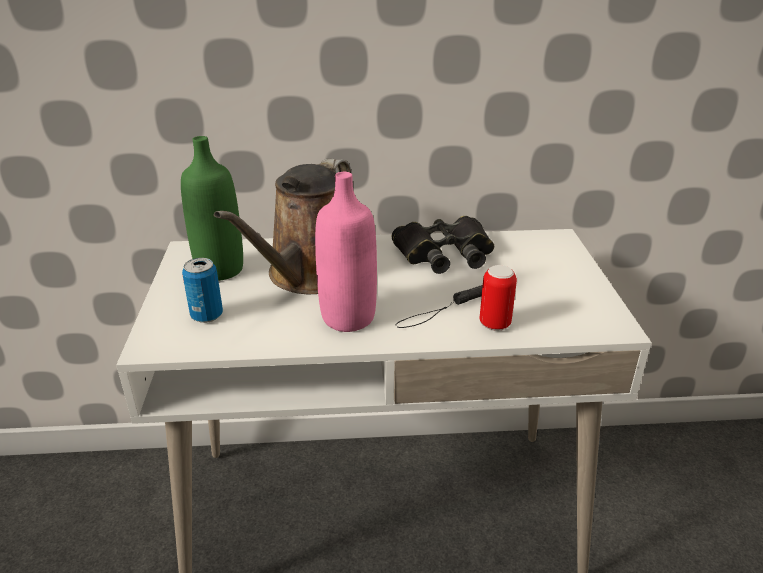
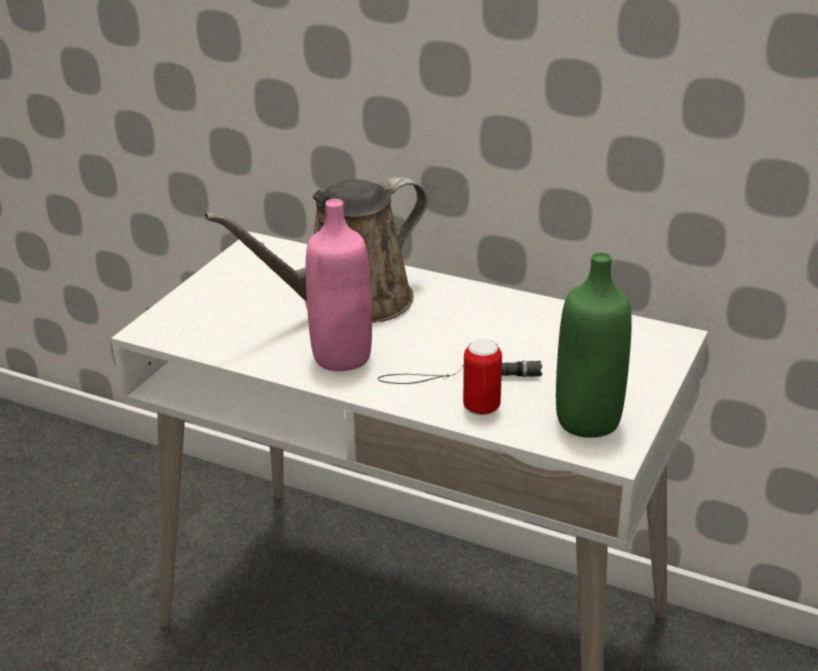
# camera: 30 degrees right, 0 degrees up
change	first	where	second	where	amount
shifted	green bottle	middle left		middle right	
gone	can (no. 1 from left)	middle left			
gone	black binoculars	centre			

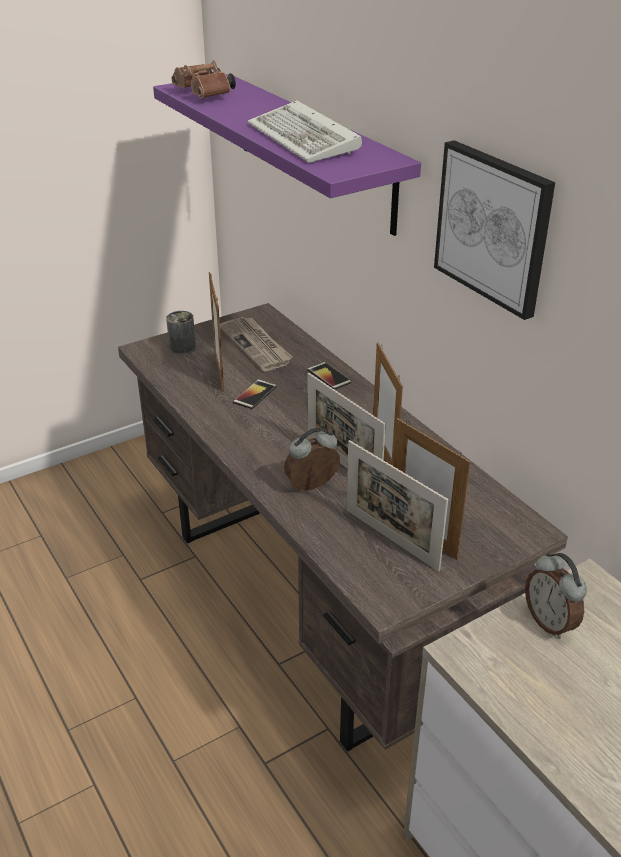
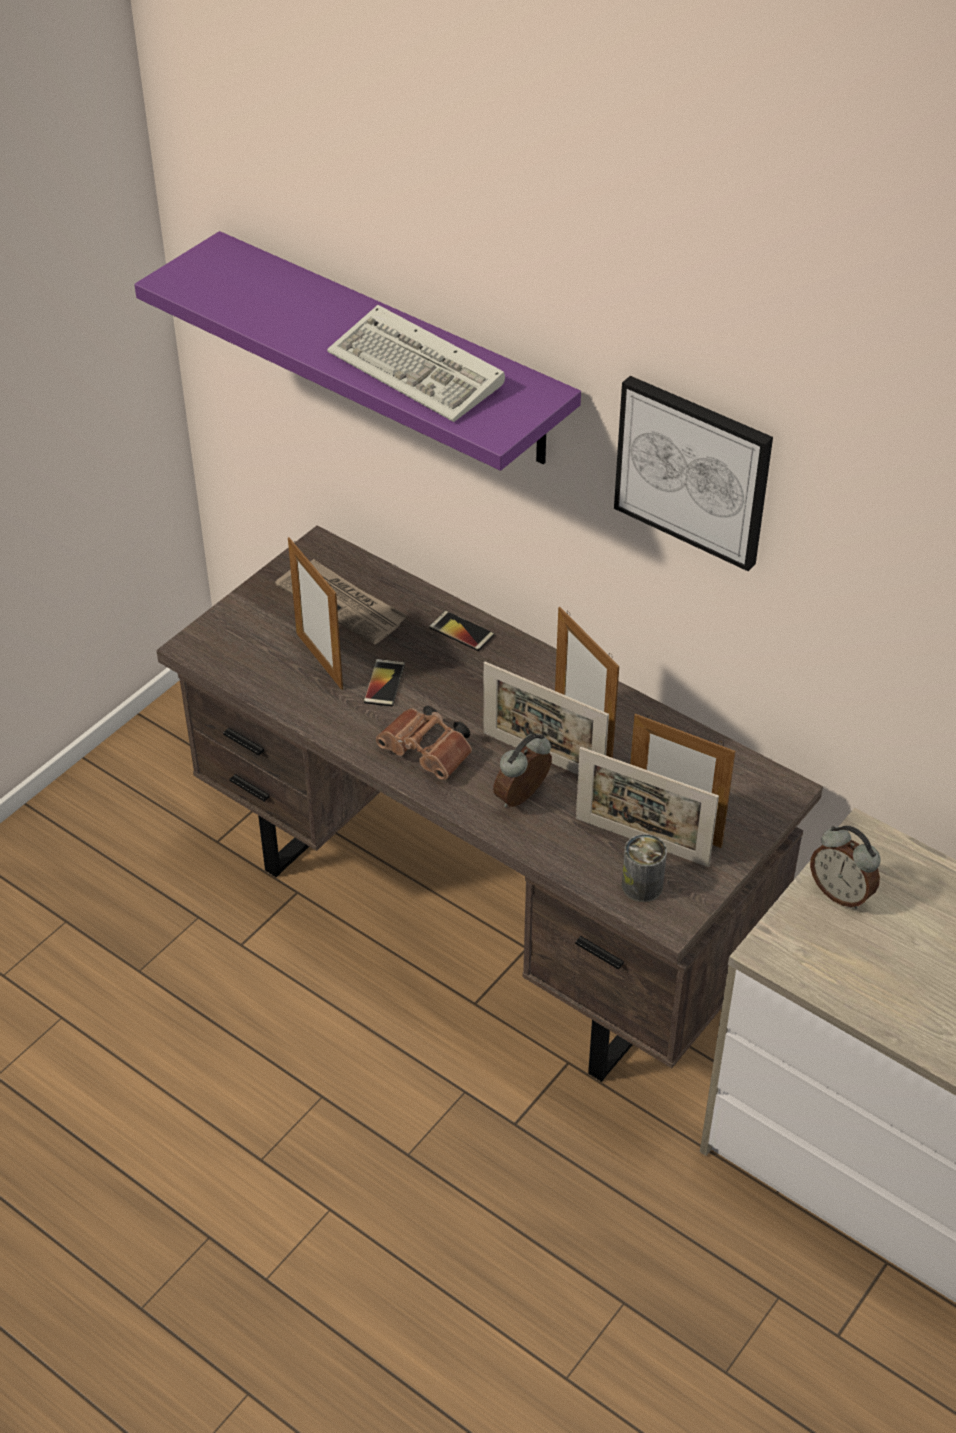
# camera: 20 degrees left, 10 degrees up
change	first	where	second	where	amount
shifted	can	middle left		middle right	
shifted	brown binoculars	top left		centre	

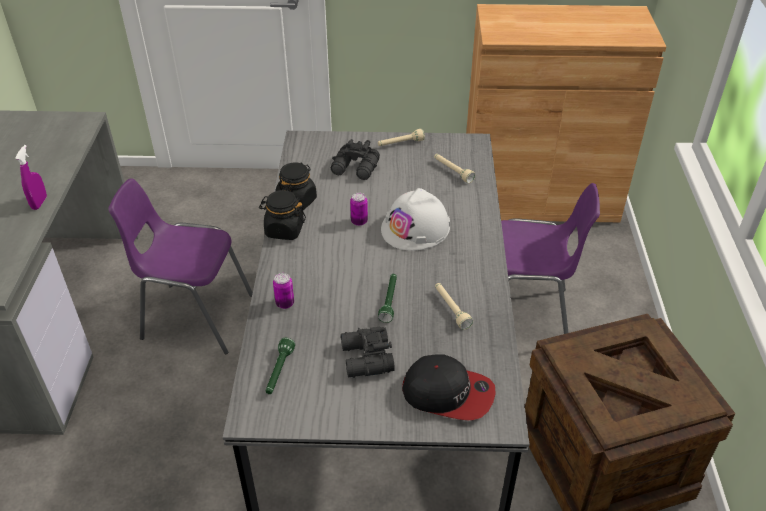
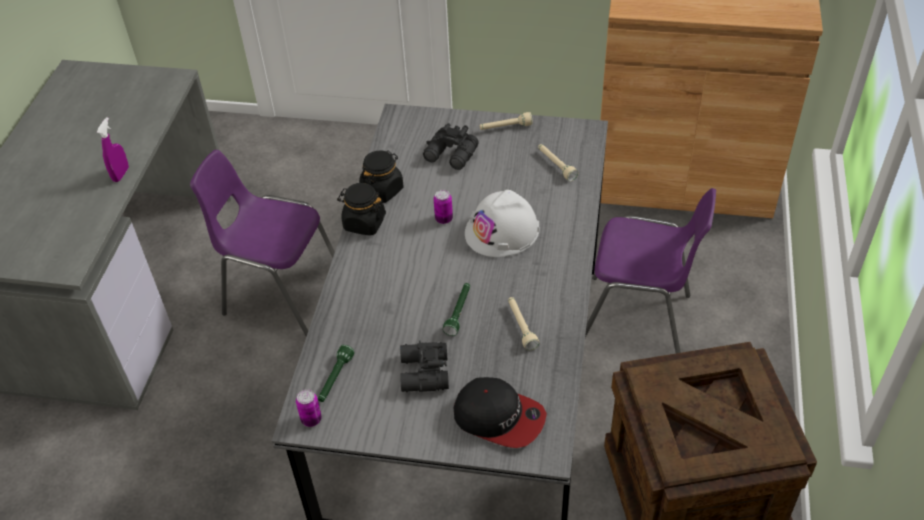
# camera: 10 degrees right, 5 degrees up
change	first	where	second	where	amount
shifted	can (no. 1 from left)	centre		bottom centre	

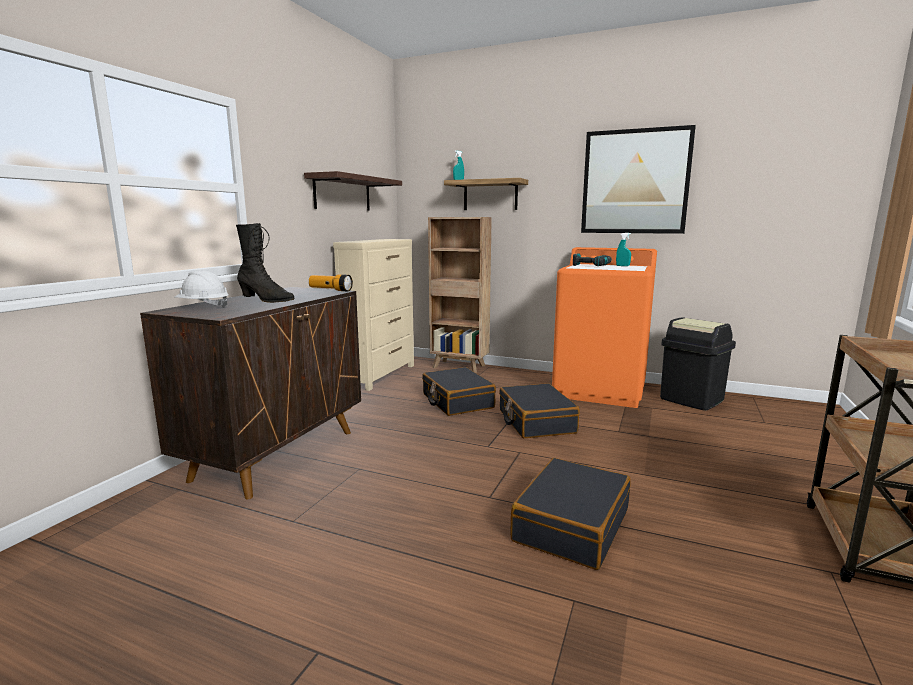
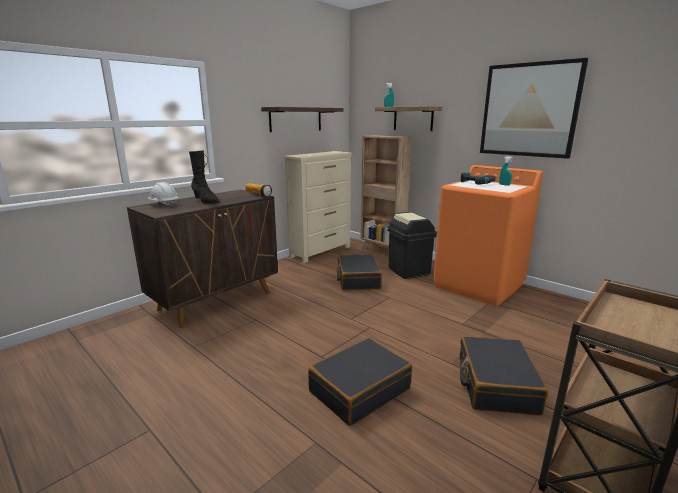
# camera: 20 degrees right, 5 degrees up
change	first	where	second	where	amount
shifted	black suitcase (no. 2 from left in the first image)	centre	black suitcase (no. 3 from left)	bottom right	
shifted	black trash can	middle right		centre	

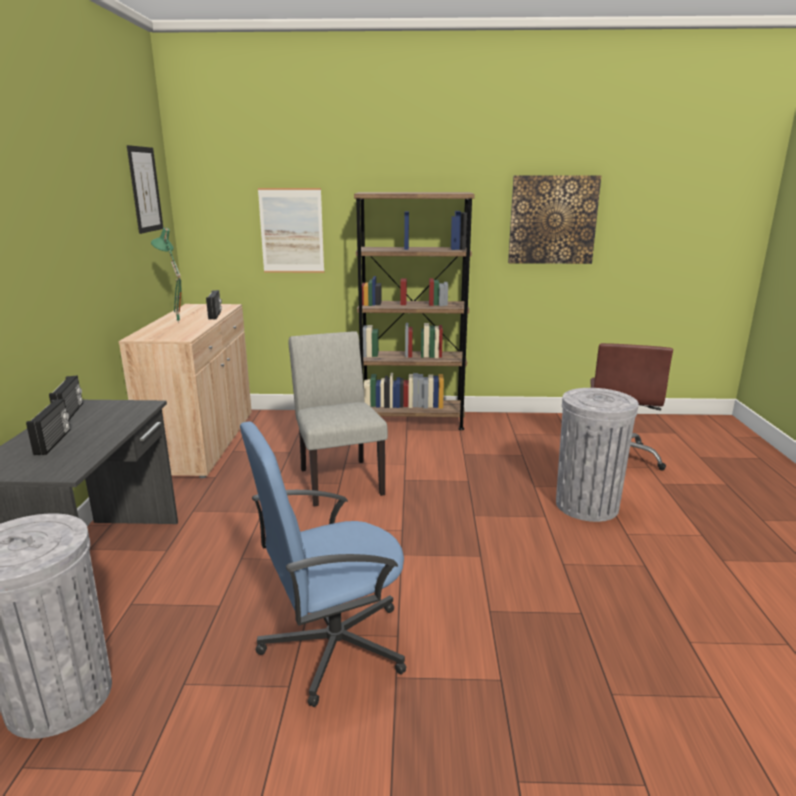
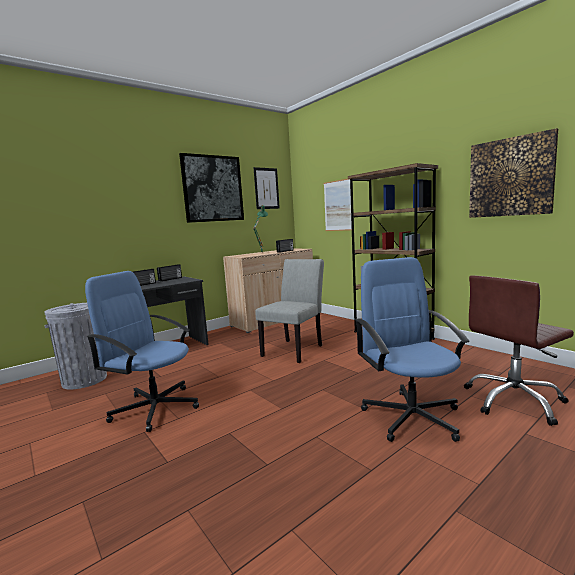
# camera: 50 degrees right, 10 degrees down
change	first	where	second	where	amount
swapped	grey trash can (no. 2 from left)	middle right	blue office chair (no. 2 from left)	middle right	
new			picture (no. 1 from left)	top centre	

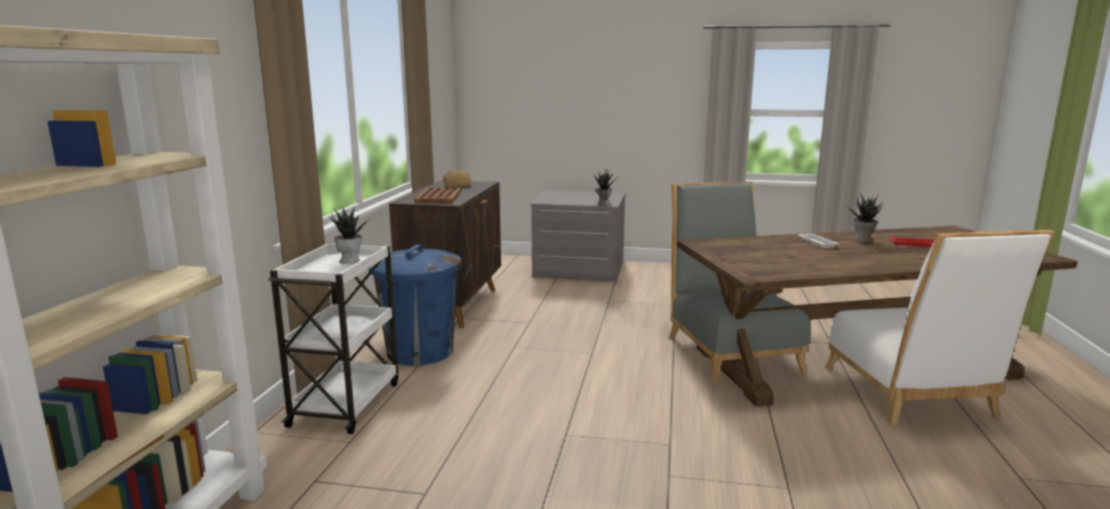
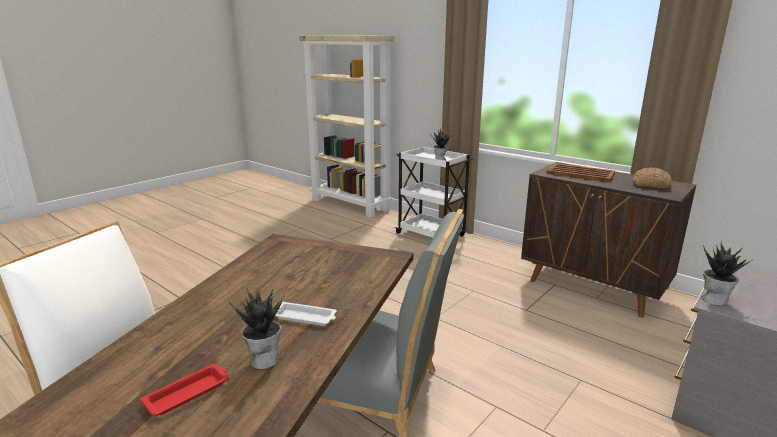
# camera: 120 degrees right, 5 degrees up
change	first	where	second	where	amount
gone	blue trash can	centre			

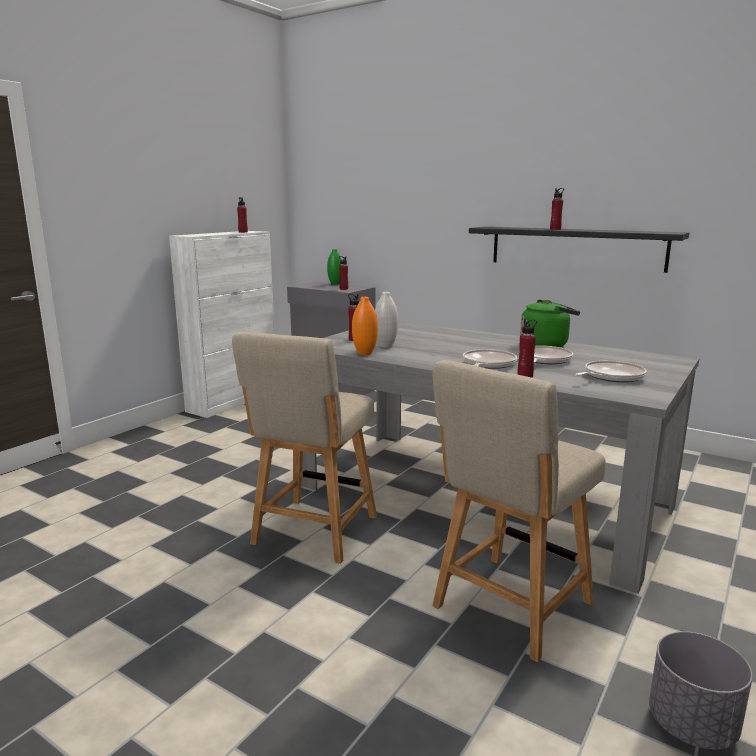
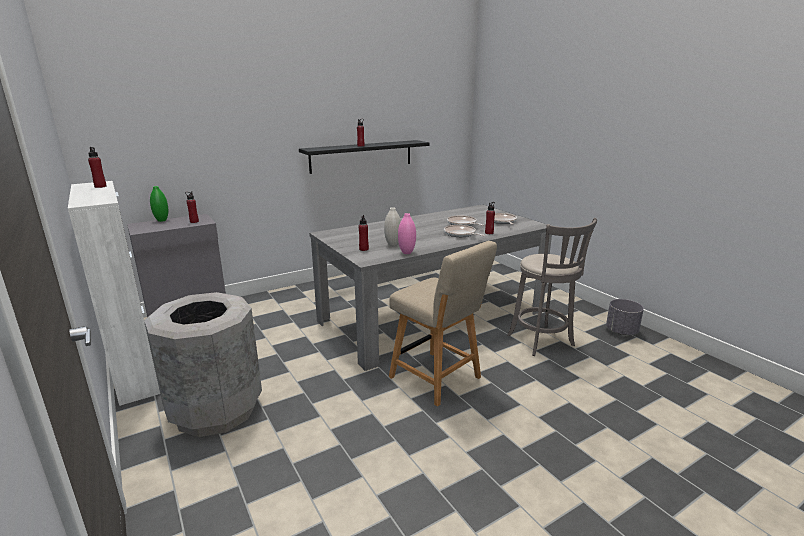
# camera: 65 degrees left, 5 degrees up
change	first	where	second	where	amount
repainted	orange vase	centre	pink vase	centre	
swapped	beige chair (no. 2 from left)	bottom right	grey stool	middle right	
gone	green kettle	middle right			
new			grey trash can	bottom left	

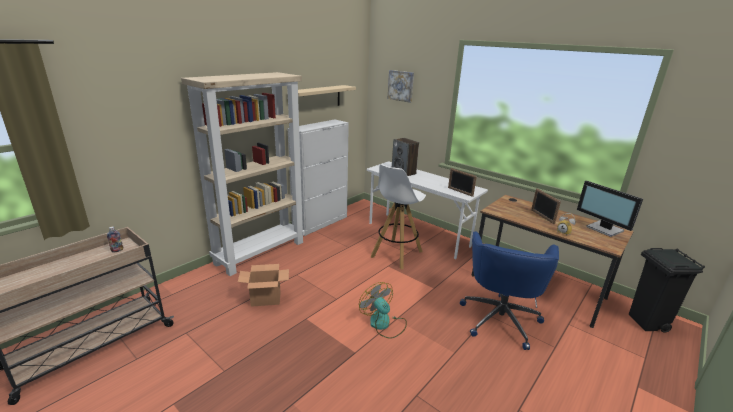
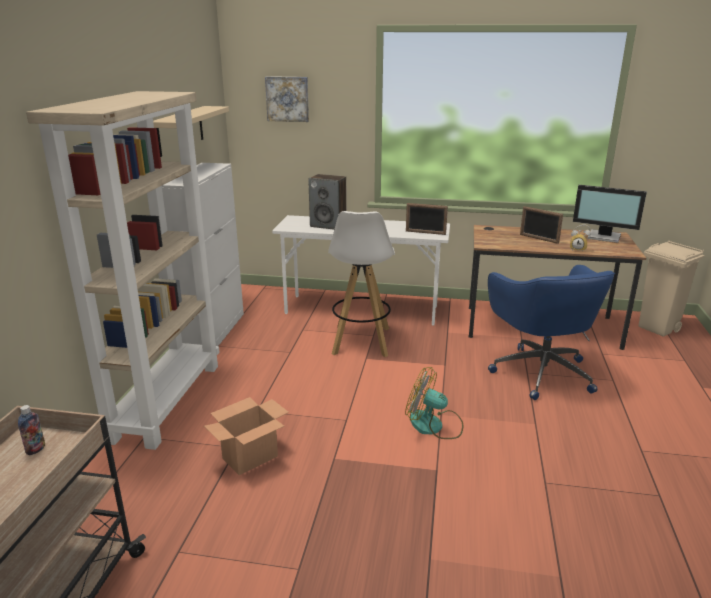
# camera: 30 degrees left, 0 degrees up
change	first	where	second	where	amount
repainted	black trash can	bottom right	beige trash can	middle right	

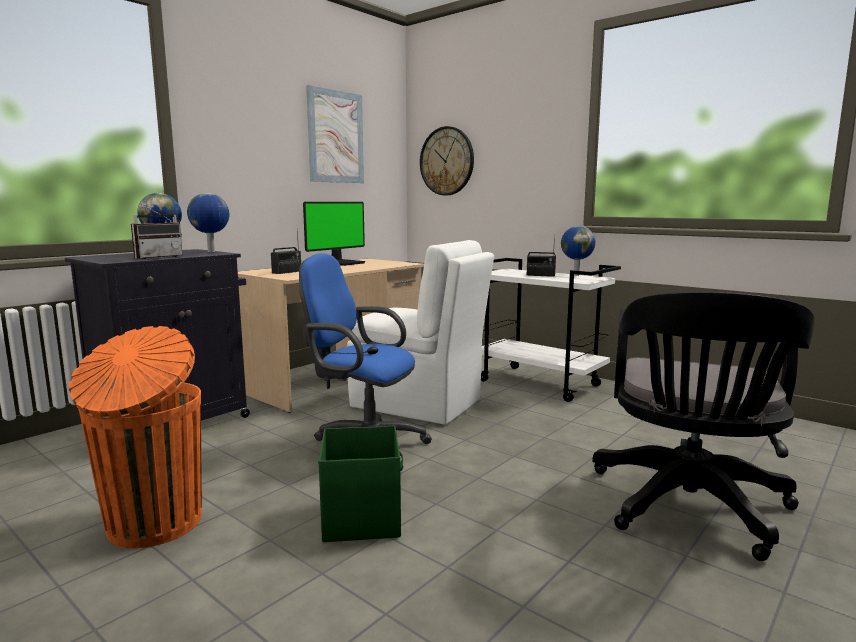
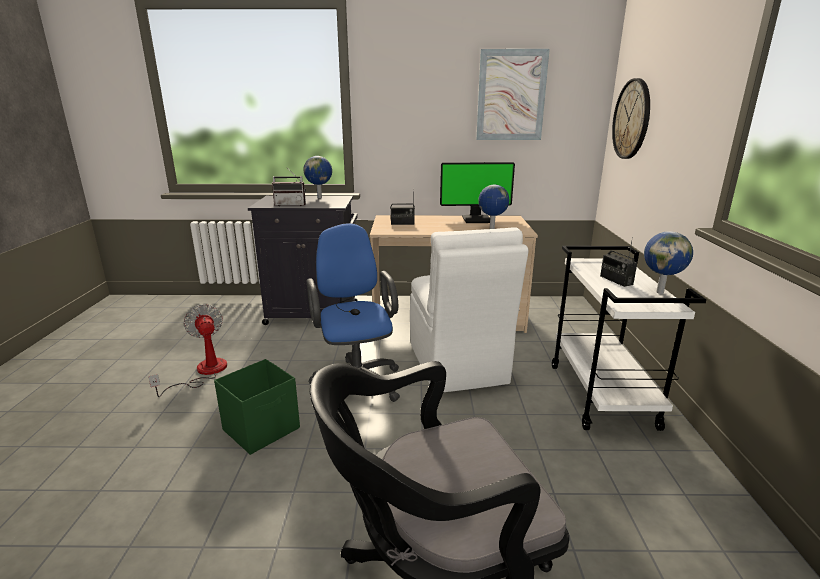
# camera: 50 degrees right, 10 degrees up
change	first	where	second	where	amount
swapped	orange trash can	bottom left	fan	middle left	
shifted	globe (no. 2 from left)	middle left		centre	

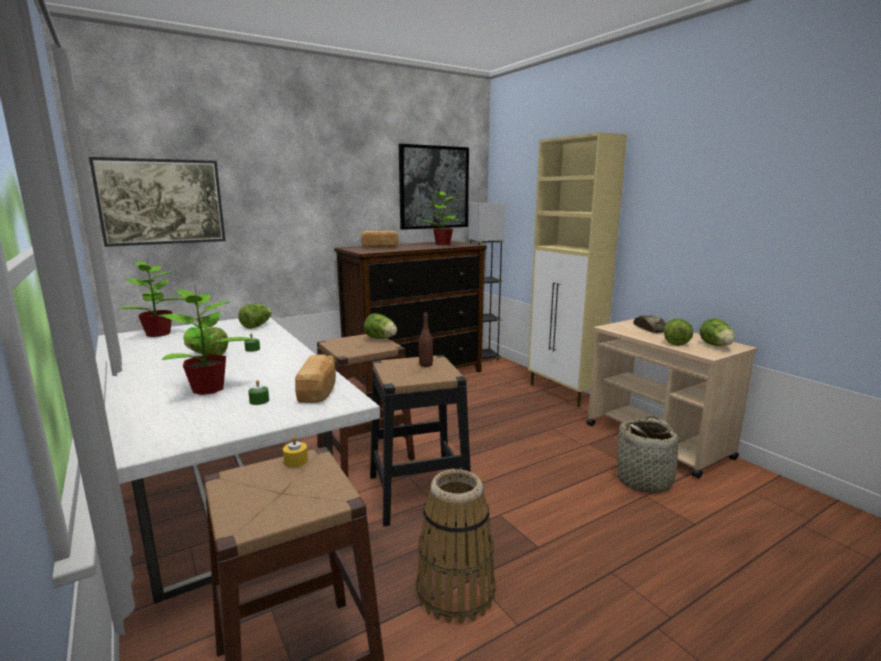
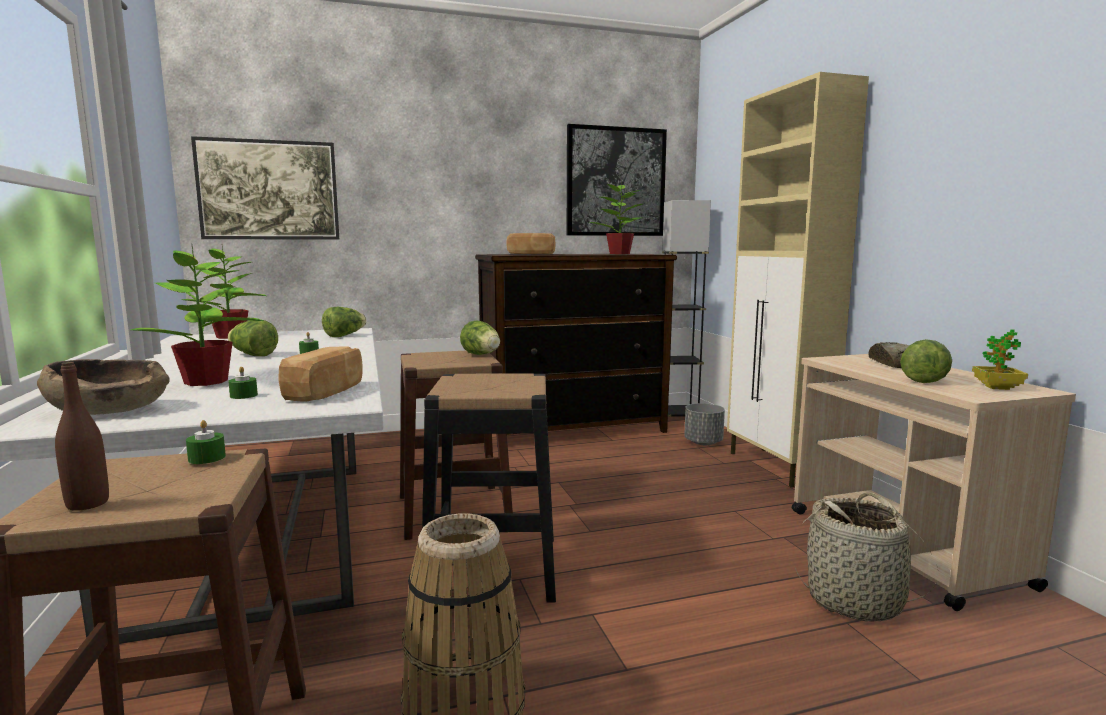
# camera: 15 degrees right, 5 degrees down
change	first	where	second	where	amount
repainted	yellow candle	bottom centre	green candle (no. 1 from left)	middle left	
shifted	brown bottle	centre		middle left	
swapped	lettuce (no. 5 from left)	middle right	potted plant (no. 4 from left)	middle right	
new			brown bowl	middle left	
new			grey planter	centre	

